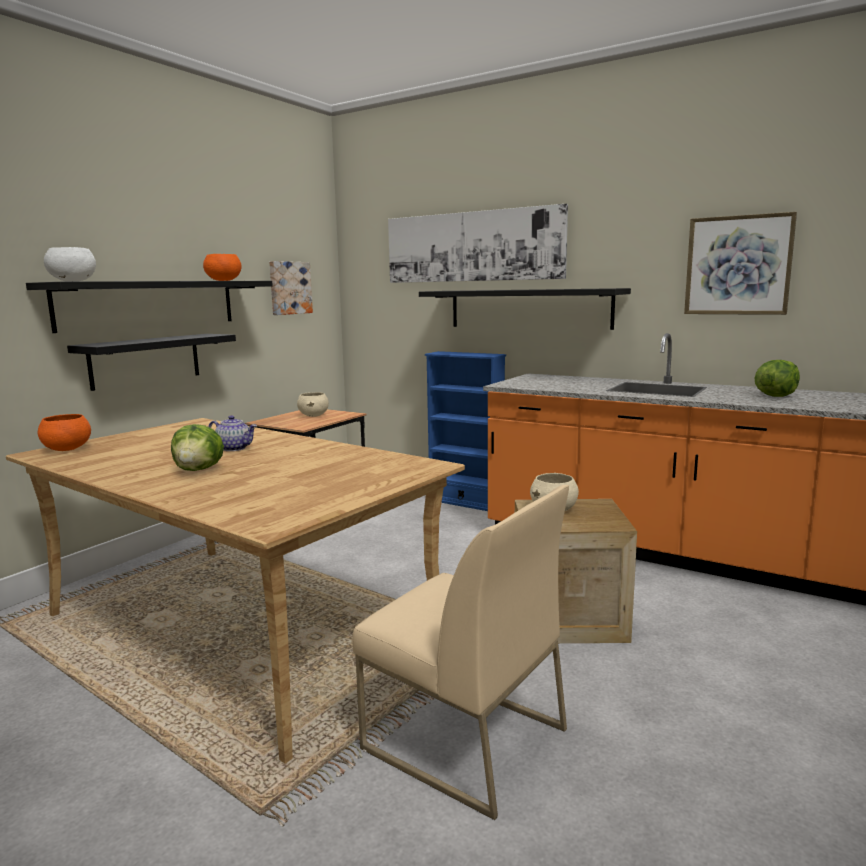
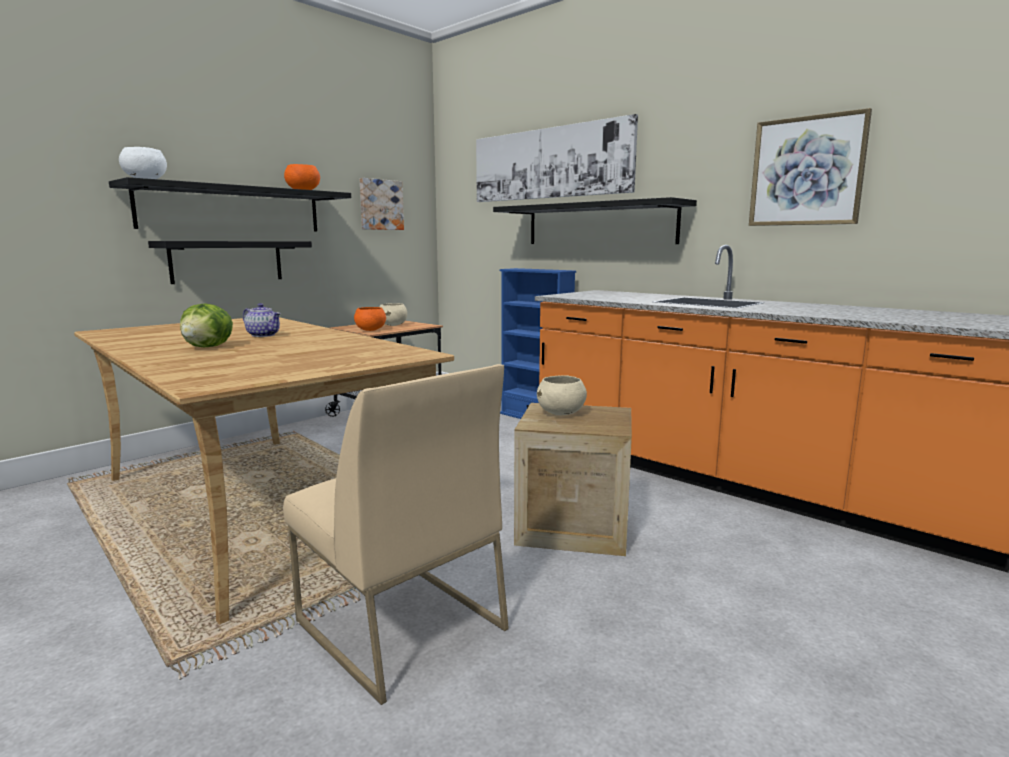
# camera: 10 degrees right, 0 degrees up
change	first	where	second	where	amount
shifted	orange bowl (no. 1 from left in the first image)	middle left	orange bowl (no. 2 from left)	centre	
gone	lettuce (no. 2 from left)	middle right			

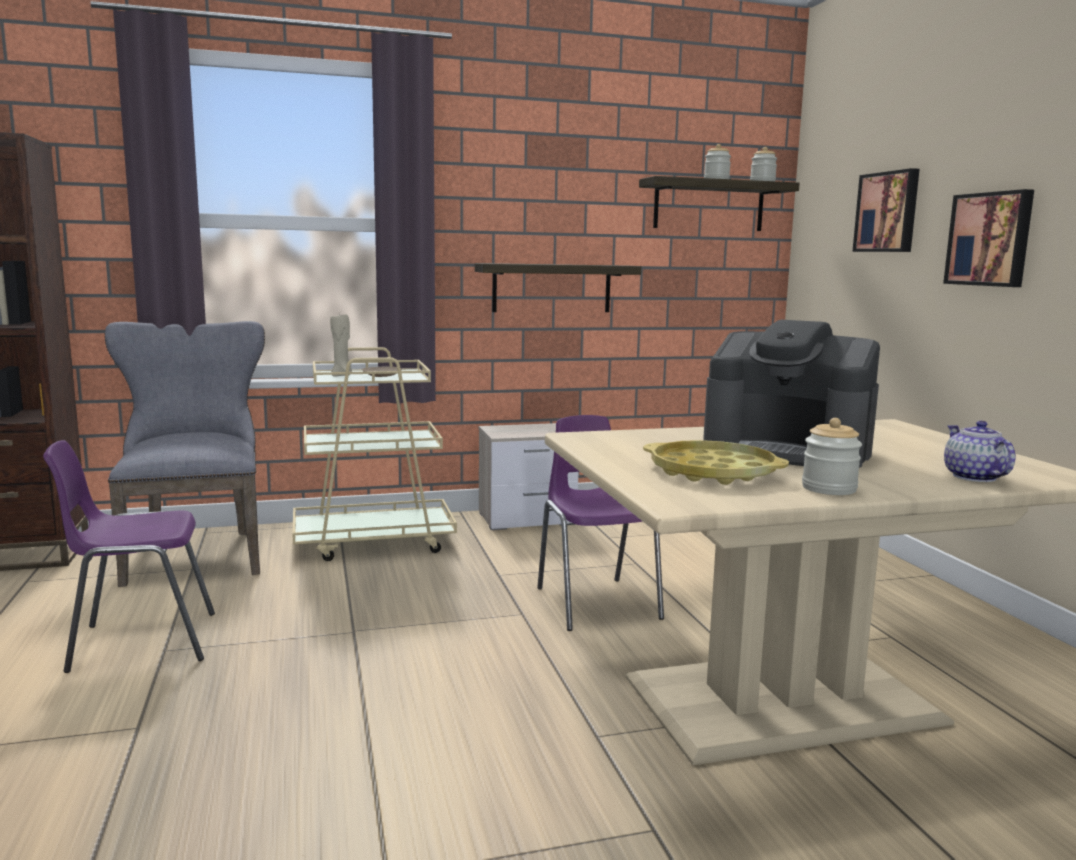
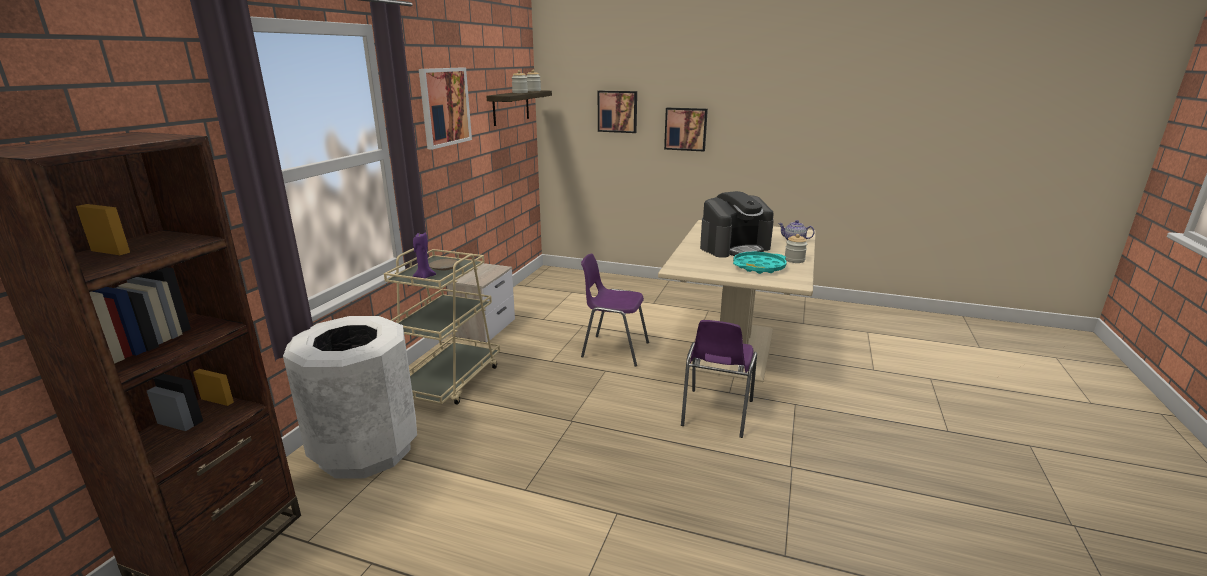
# camera: 55 degrees left, 10 degrees up
change	first	where	second	where	amount
shifted	purple chair (no. 1 from left in the first image)	middle left	purple chair (no. 2 from left)	centre	
swapped	grey chair	middle left	white trash can	bottom left	
repainted	beige candle	middle left	purple candle	centre	
gone	shelf (no. 1 from left)	centre			
repainted	yellow tray	centre	turquoise tray	centre	
new			picture (no. 1 from left)	top centre	

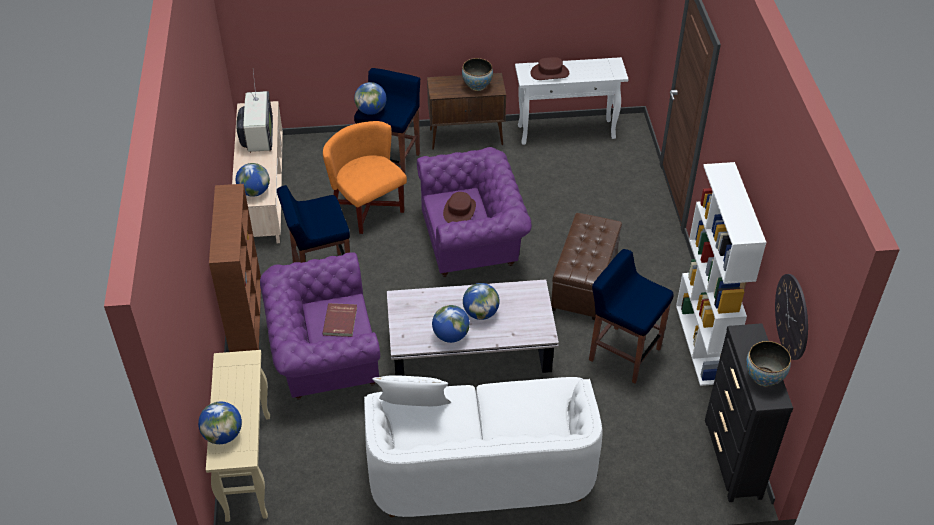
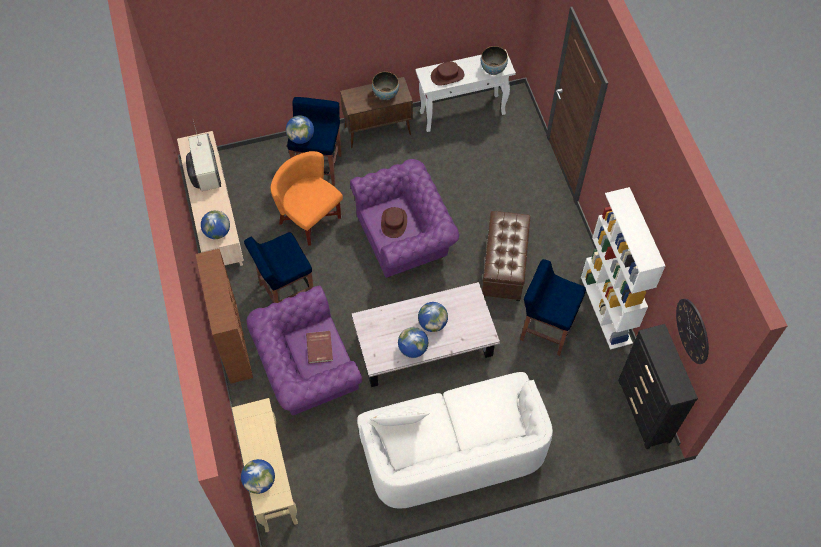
# camera: 10 degrees left, 15 degrees up
change	first	where	second	where	amount
shifted	bowl (no. 2 from left)	bottom right		top centre	

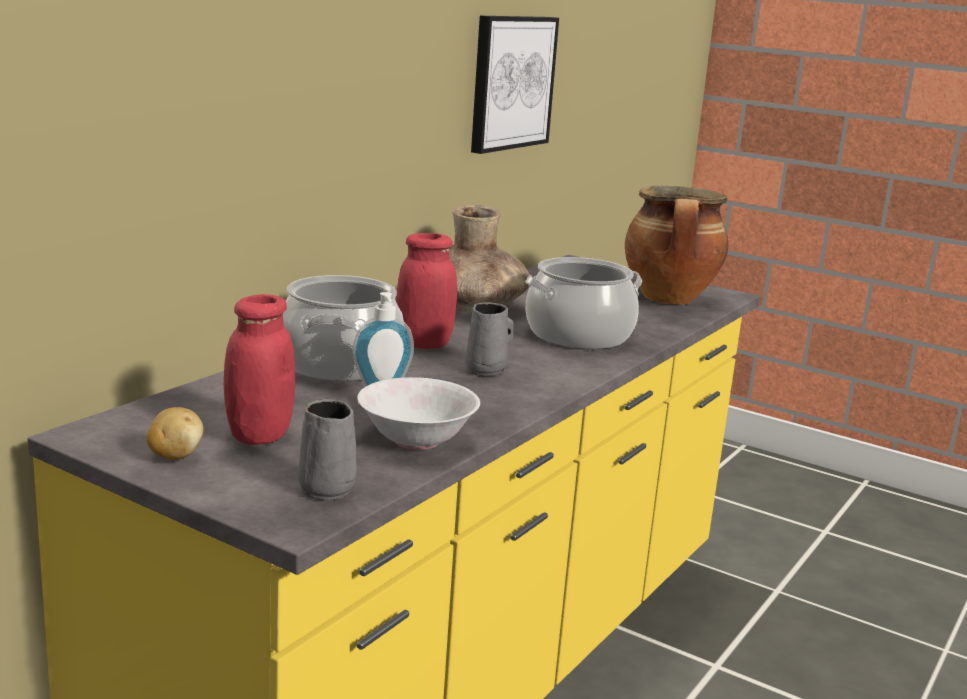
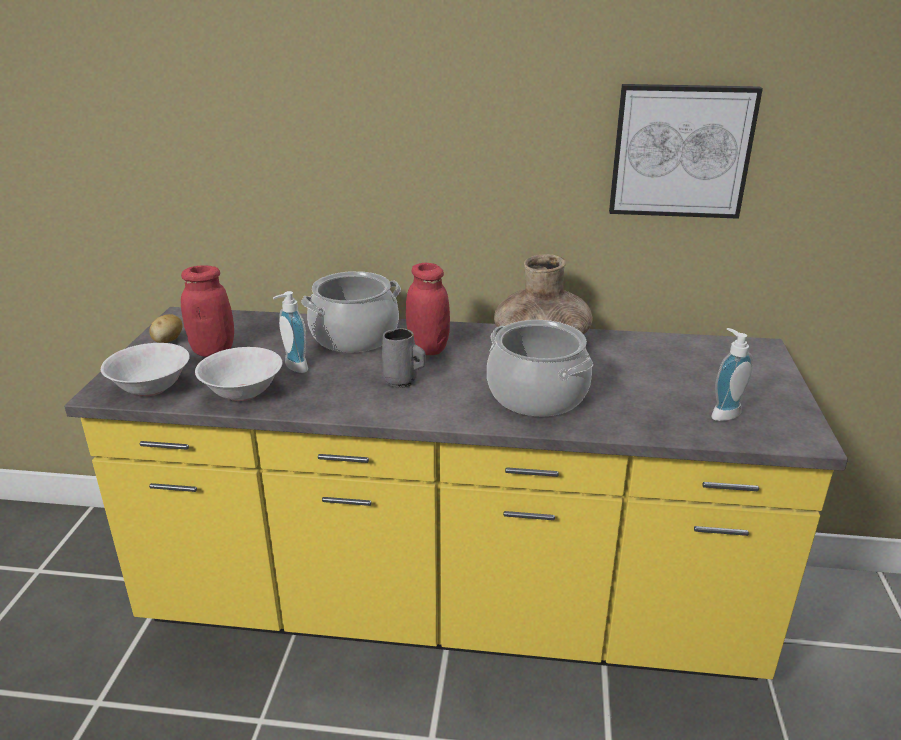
# camera: 65 degrees right, 10 degrees up
change	first	where	second	where	amount
swapped	grey mug (no. 1 from left)	centre	white bowl (no. 1 from left)	middle left	
swapped	cooking pot (no. 3 from left)	middle right	soap dispenser (no. 2 from left)	middle right	

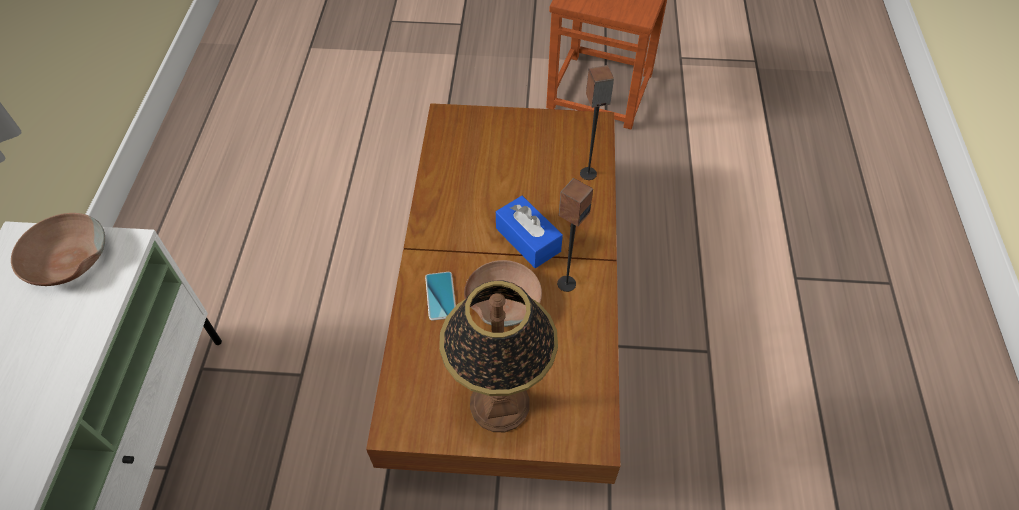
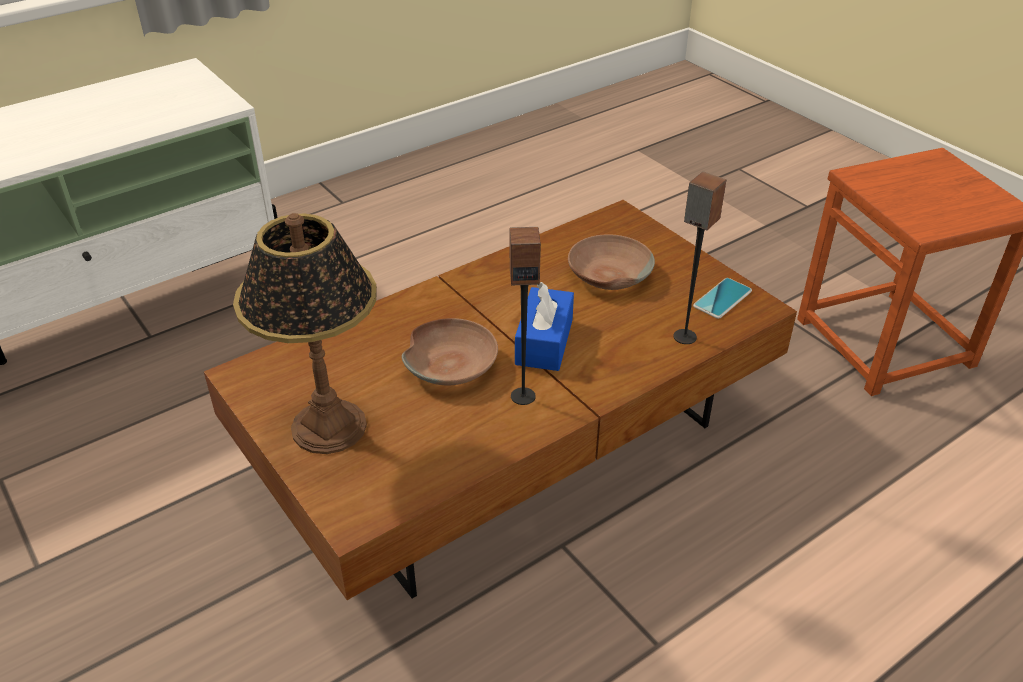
# camera: 50 degrees right, 15 degrees down
change	first	where	second	where	amount
shifted	brown bowl (no. 1 from left in the first image)	middle left	brown bowl (no. 2 from left)	centre	
shifted	phone	centre		middle right	

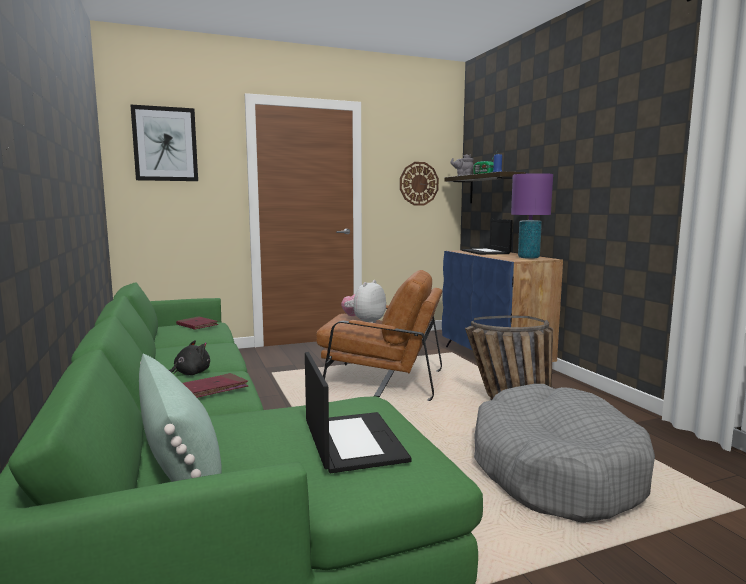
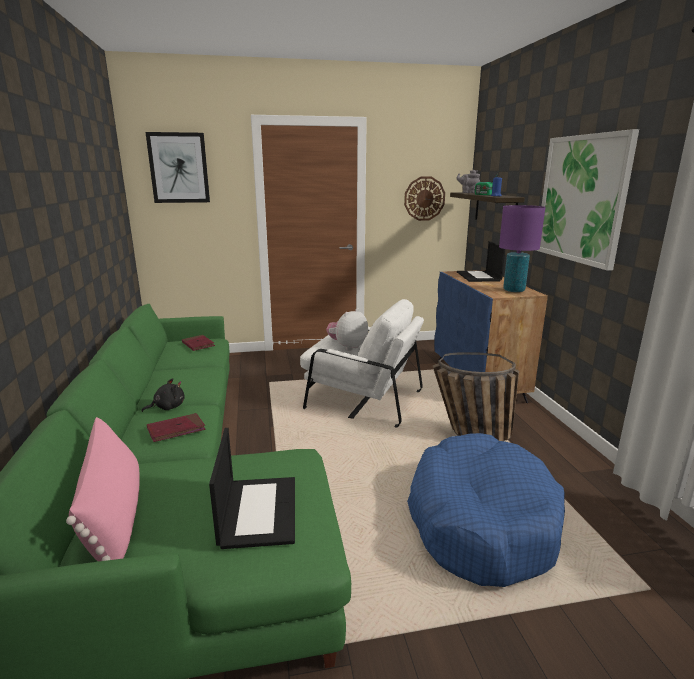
# camera: 10 degrees right, 10 degrees up
change	first	where	second	where	amount
repainted	green pillow	bottom left	pink pillow	bottom left	
repainted	brown armchair	centre	white armchair	centre	
repainted	grey dog bed	bottom right	blue dog bed	bottom right	
new			picture (no. 2 from left)	top right	

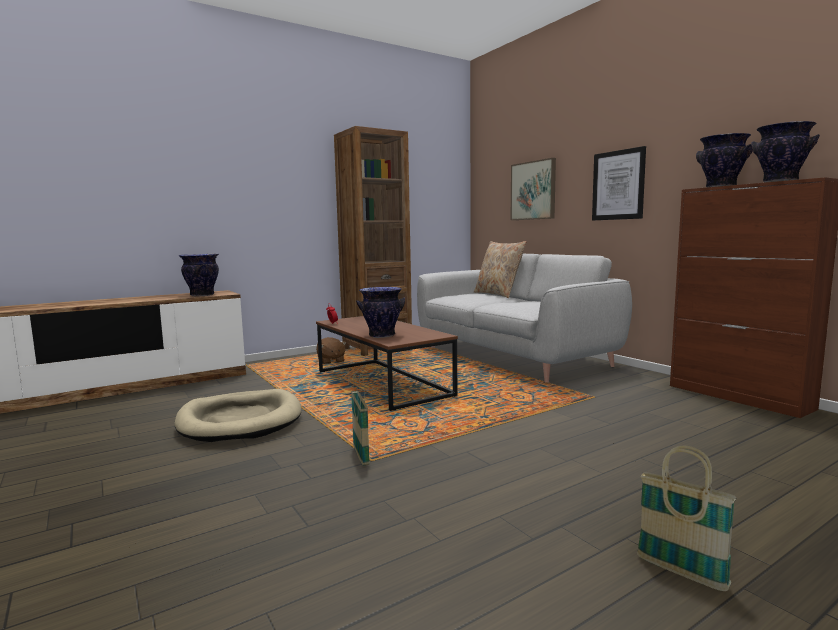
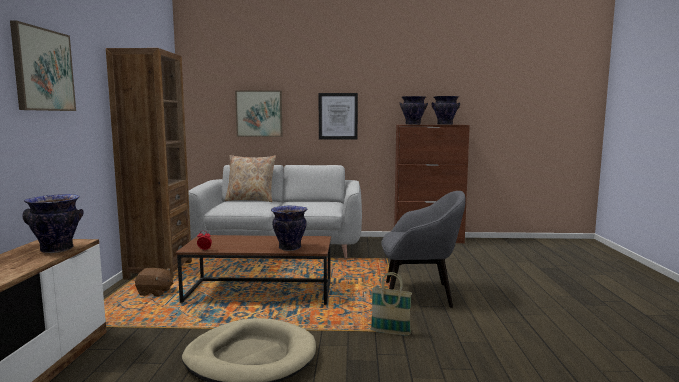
# camera: 55 degrees left, 0 degrees up
change	first	where	second	where	amount
gone	basket (no. 2 from left)	bottom right			
new			picture (no. 1 from left)	top left	
new			grey armchair	centre	

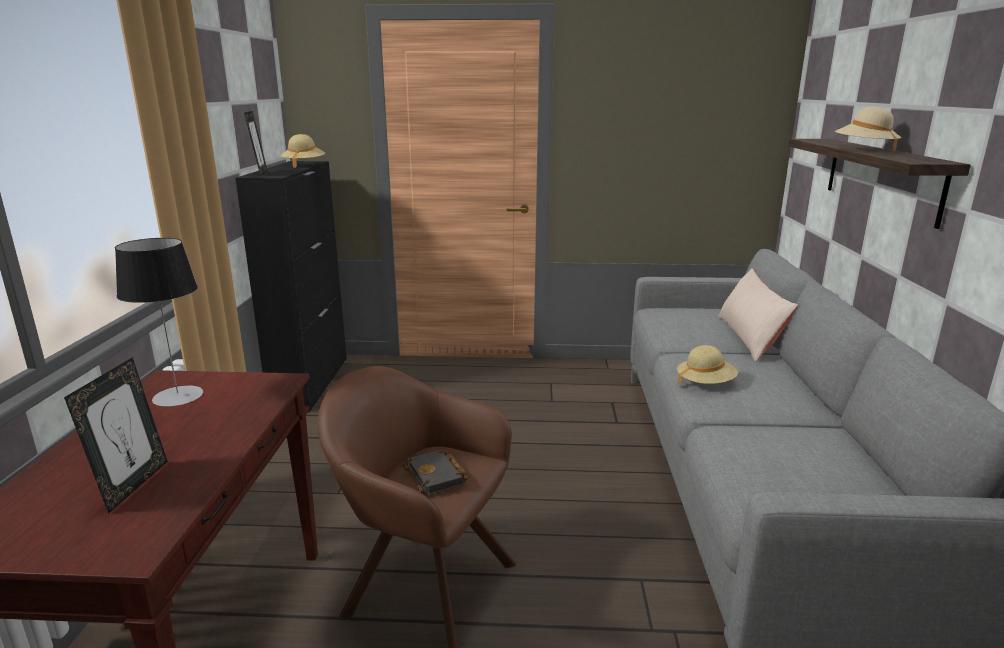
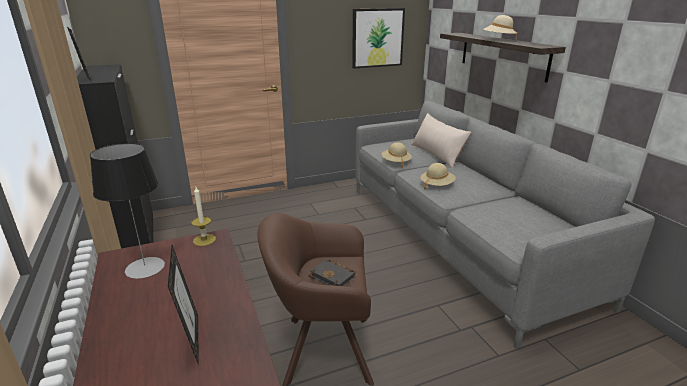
# camera: 25 degrees left, 5 degrees up
change	first	where	second	where	amount
shifted	beige hat (no. 1 from left)	top left		centre	
new			candle	middle left	
new			picture	top centre	

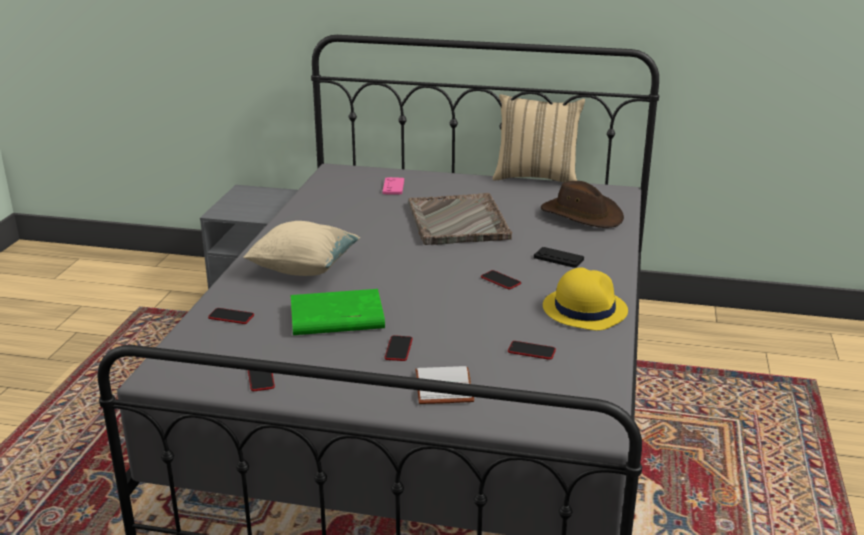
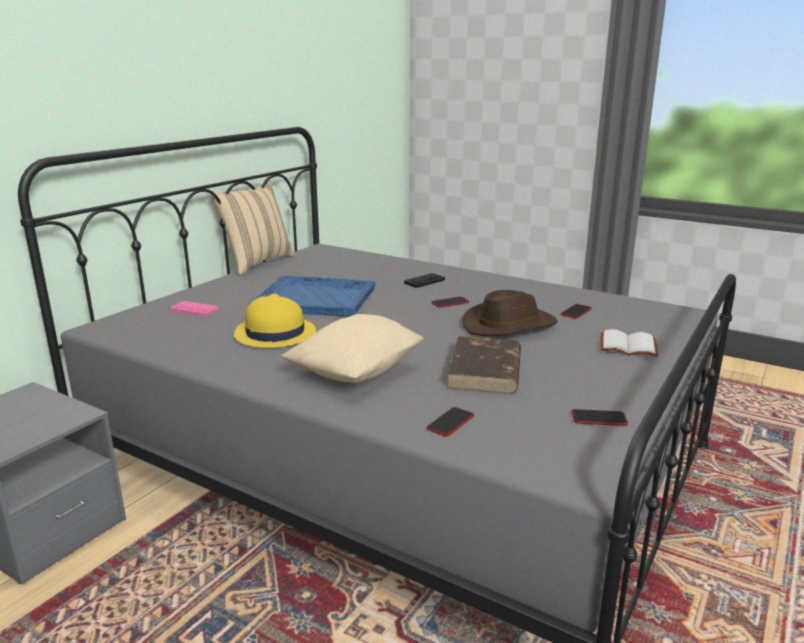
# camera: 70 degrees left, 5 degrees down
change	first	where	second	where	amount
repainted	green book	centre	brown book	centre	
gone	phone (no. 3 from left)	centre			
repainted	grey tray	centre	blue tray	centre	
shifted	brown hat	middle right		centre	
shifted	yellow hat	middle right		centre	

